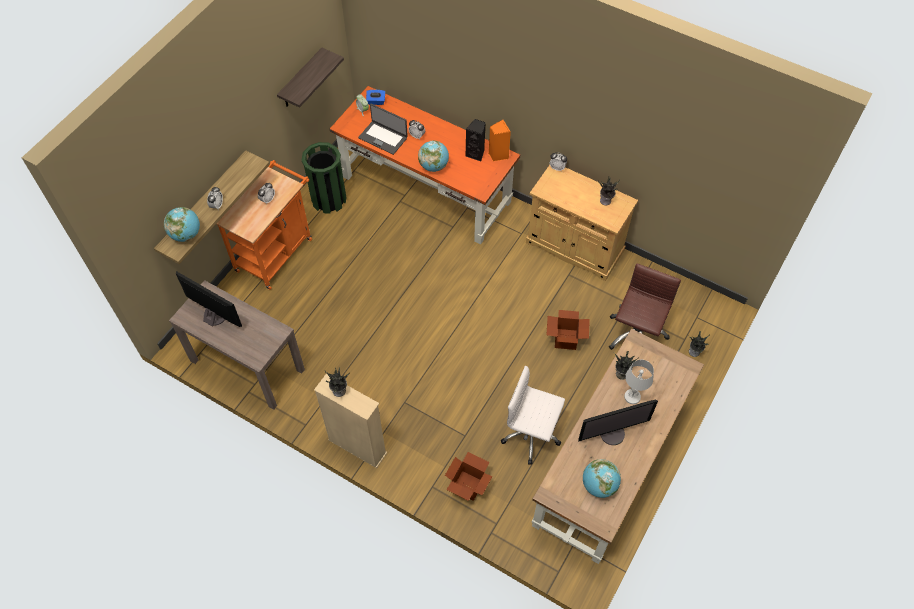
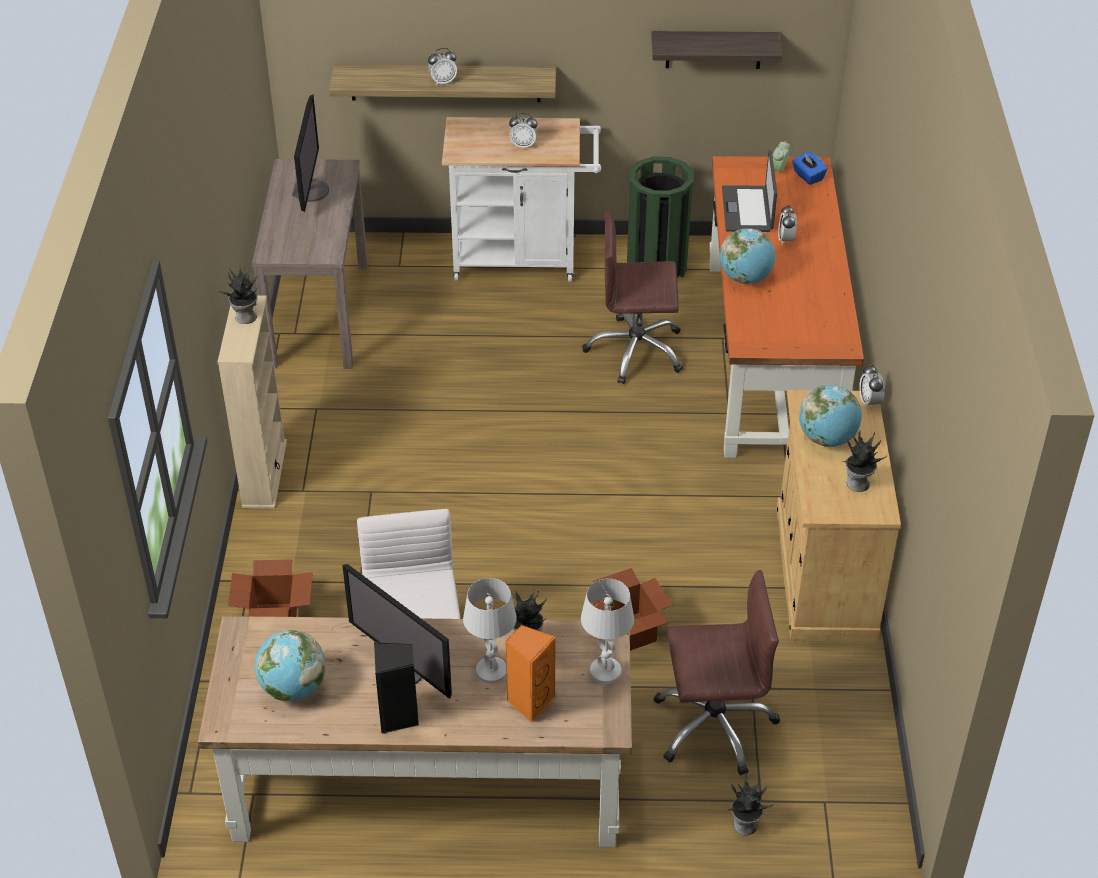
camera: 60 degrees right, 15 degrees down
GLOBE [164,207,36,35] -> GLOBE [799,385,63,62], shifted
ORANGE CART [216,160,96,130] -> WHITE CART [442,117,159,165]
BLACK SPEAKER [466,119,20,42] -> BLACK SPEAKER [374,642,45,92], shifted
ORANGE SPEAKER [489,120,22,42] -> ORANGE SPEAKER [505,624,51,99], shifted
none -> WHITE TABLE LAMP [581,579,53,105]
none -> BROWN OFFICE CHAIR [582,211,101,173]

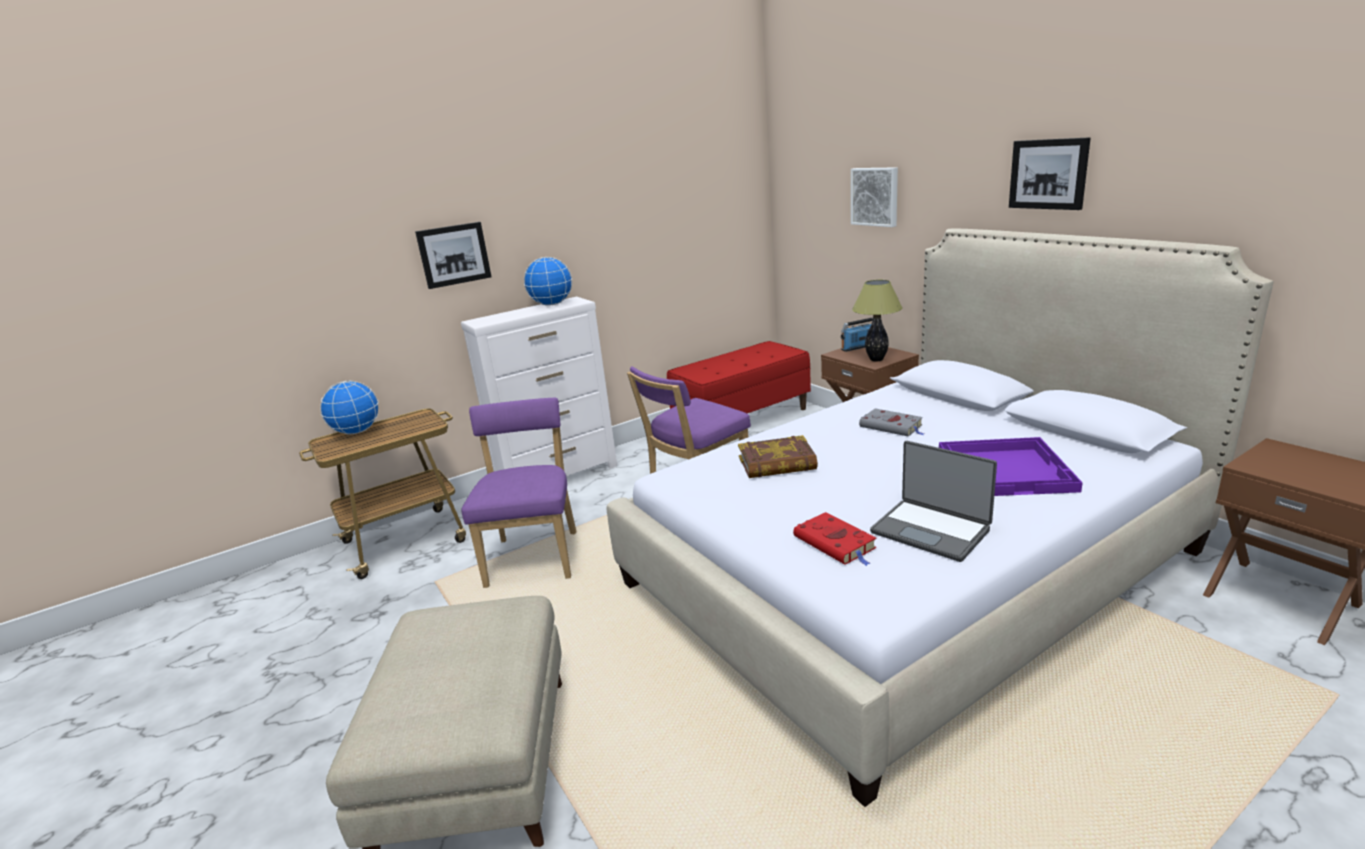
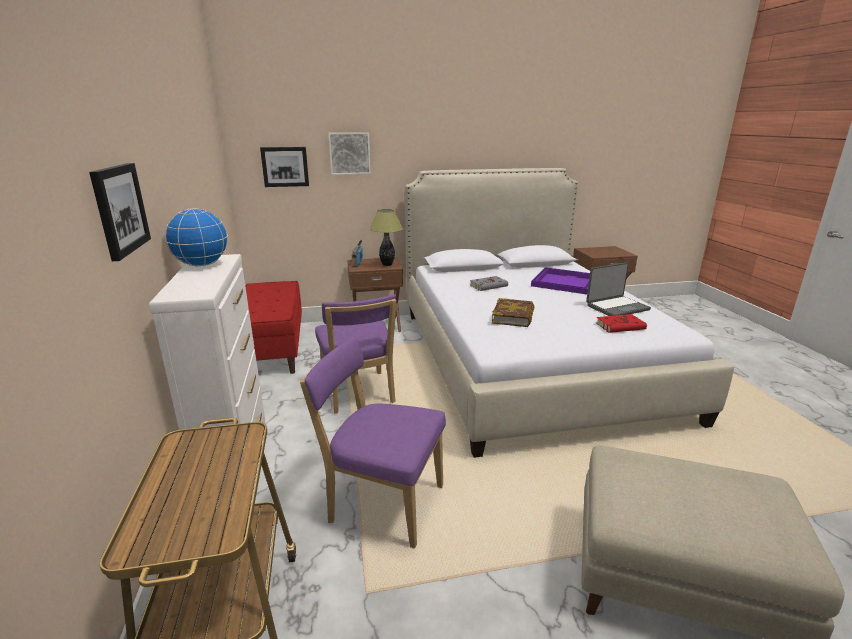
camera: 70 degrees left, 0 degrees up
GLOBE [320,380,59,55] -> none
PICTURE [1009,137,82,73] -> PICTURE [260,147,49,40], shifted

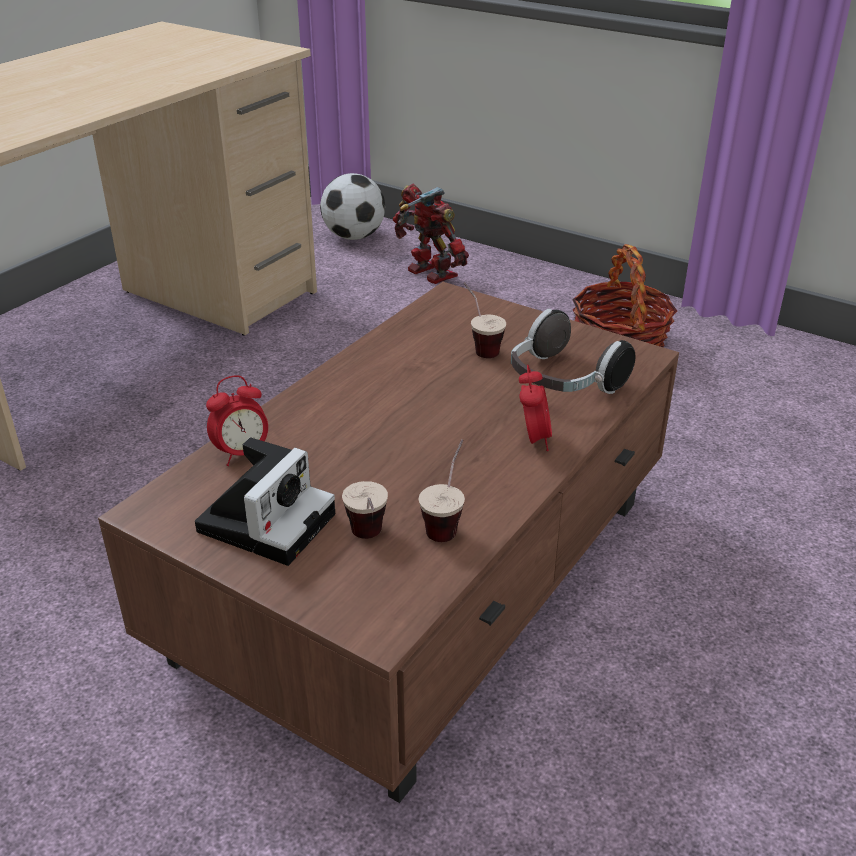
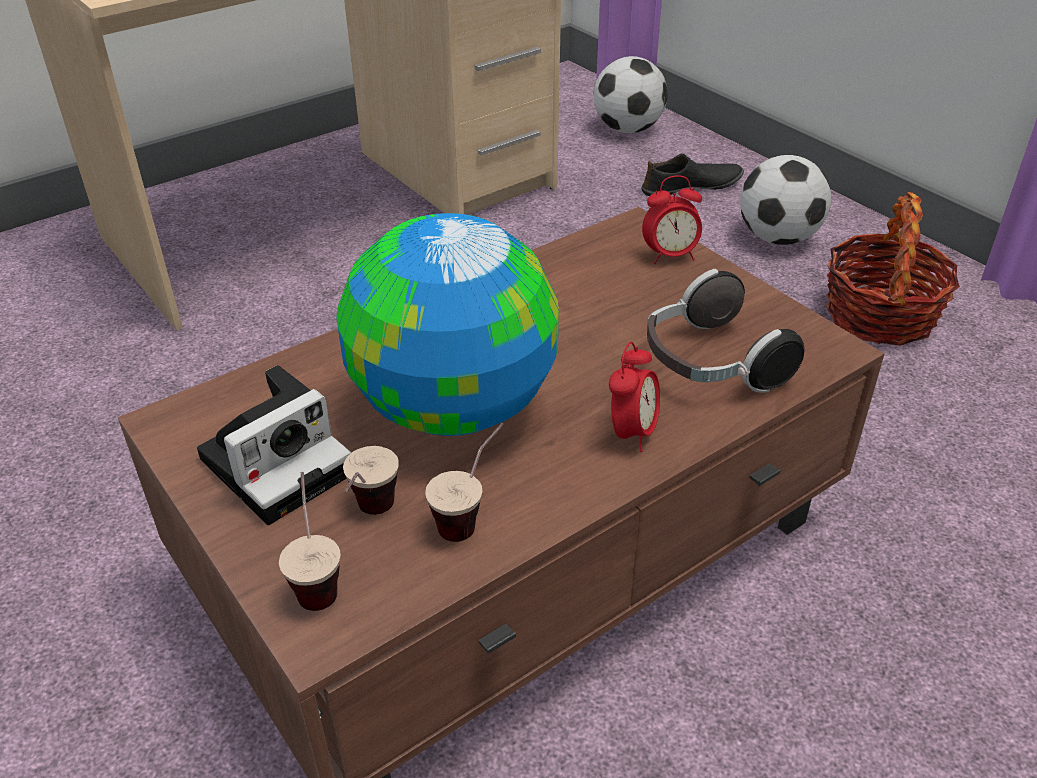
camera: 20 degrees right, 5 degrees up
ALARM CLOCK [206,375,62,91] -> ALARM CLOCK [642,175,60,89], shifted
TOY ROBOT [393,184,76,100] -> BLACK SHOE [641,153,103,43]
CUP [463,282,43,76] -> CUP [279,472,62,139], shifted
none -> GLOBE [336,213,223,223]
none -> FOOTBALL [740,155,91,90]

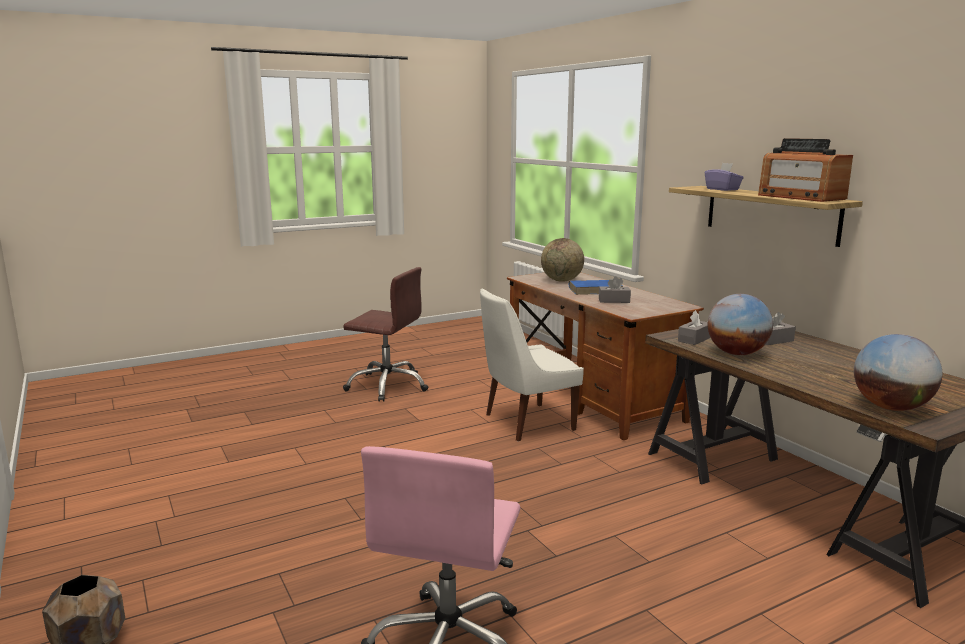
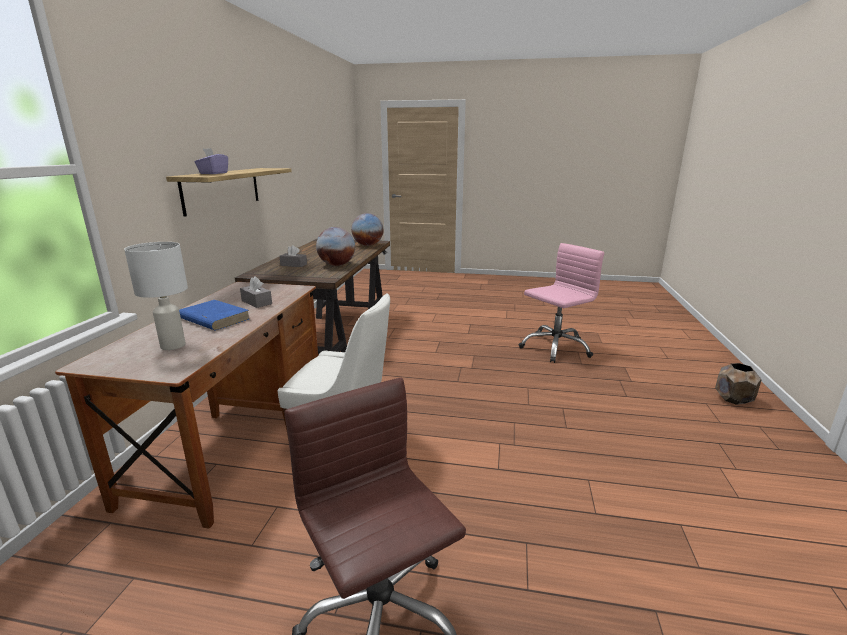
camera: 140 degrees left, 5 degrees up
GLOBE [541,238,43,44] -> WHITE TABLE LAMP [124,242,64,108]
GREY TISSUE BOX [678,310,33,35] -> none
RADIO [758,138,95,64] -> none

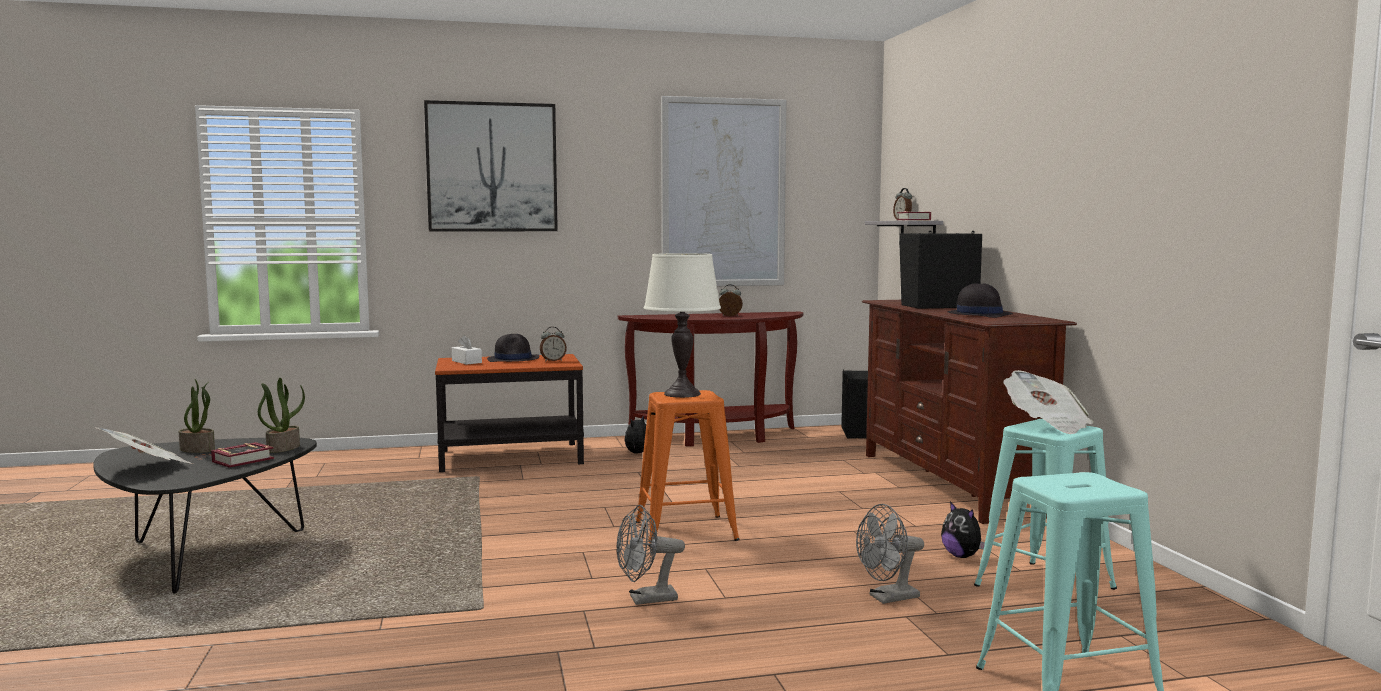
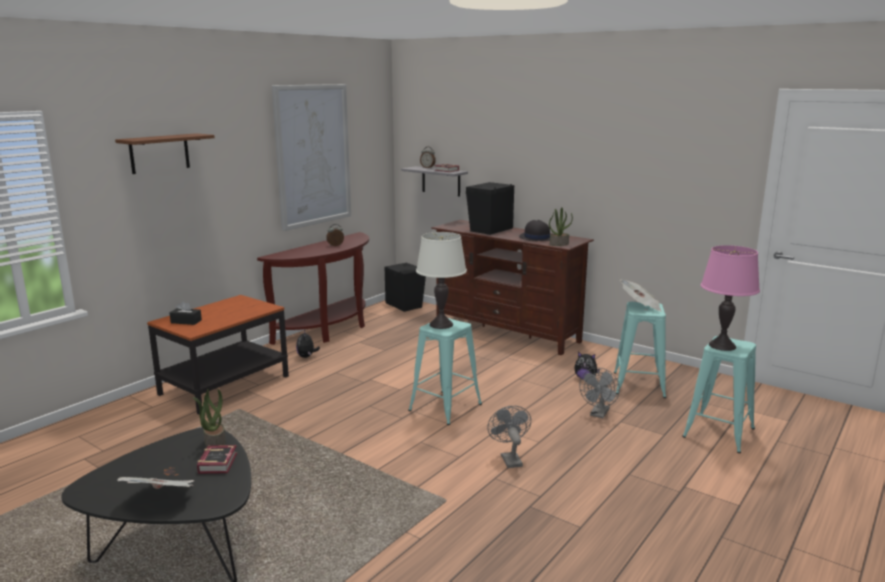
camera: 40 degrees left, 10 degrees up
POTTED PLANT [179,379,36,74] -> POTTED PLANT [549,207,24,39], shifted
PICTURE [424,100,134,132] -> BROWN SHELF [115,133,100,41]
WHITE TISSUE BOX [452,335,30,30] -> BLACK TISSUE BOX [170,301,32,24]
BLACK HAT [487,334,53,28] -> none
ALARM CLOCK [540,327,27,35] -> none
GREY FAN [616,505,69,100] -> GREY FAN [487,406,44,62], 135 degrees clockwise
ORANGE STOOL [636,390,103,157] -> TURQUOISE STOOL [408,318,74,107]
none -> PINK TABLE LAMP [701,245,59,106]

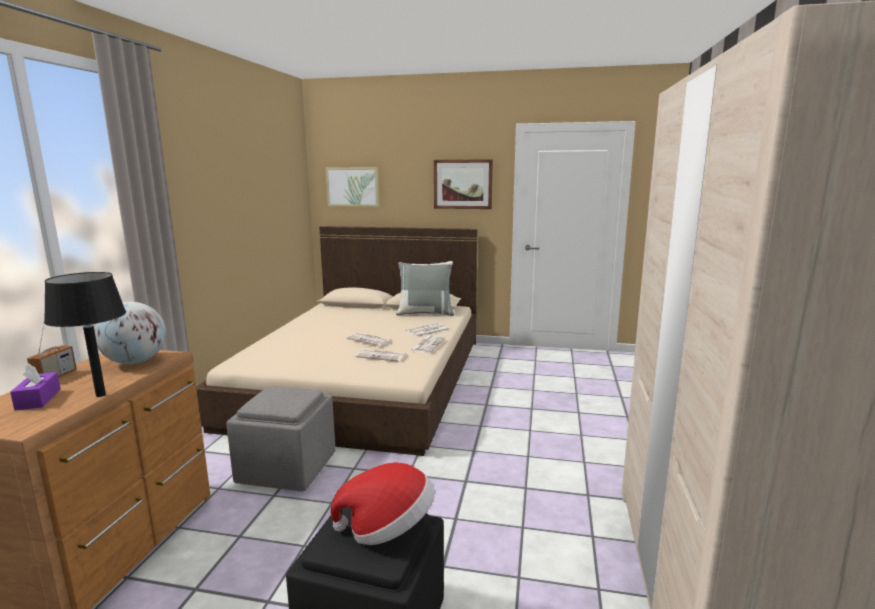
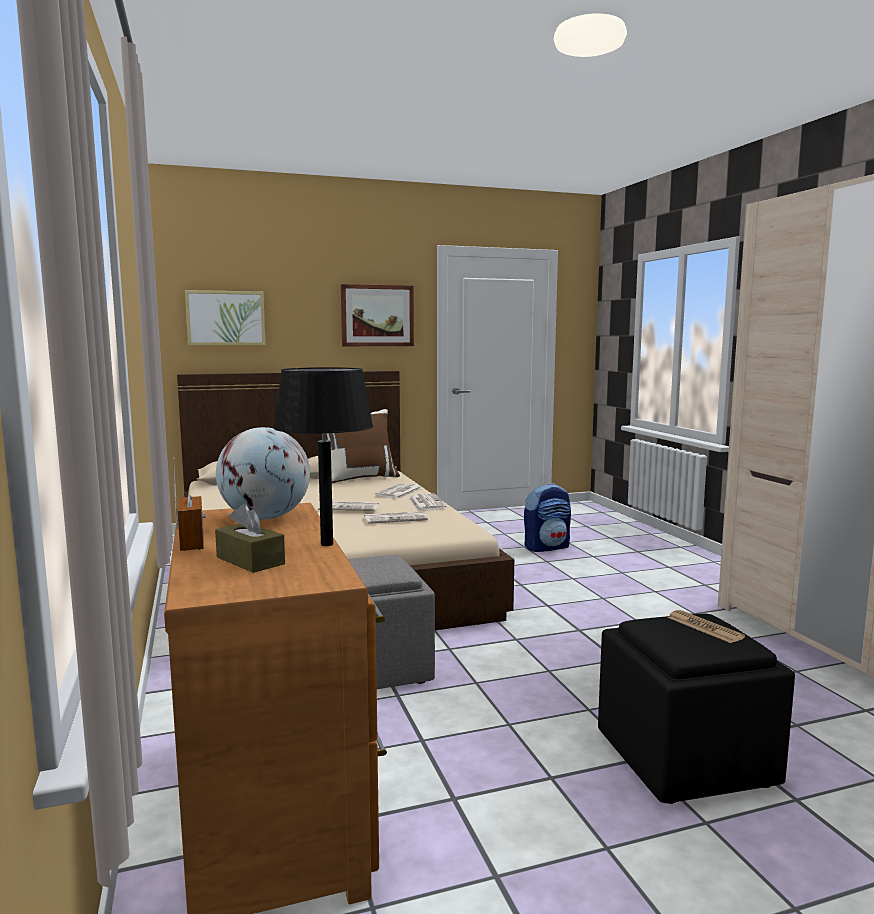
camera: 30 degrees left, 5 degrees down
PURPLE TISSUE BOX [10,364,51,47] -> BROWN TISSUE BOX [215,504,70,69]
HAT [331,462,104,83] -> NEWSPAPER [668,610,77,33]
GREY PILLOW [396,261,59,55] -> BROWN PILLOW [327,409,73,74]
none -> BACKPACK [524,484,47,68]

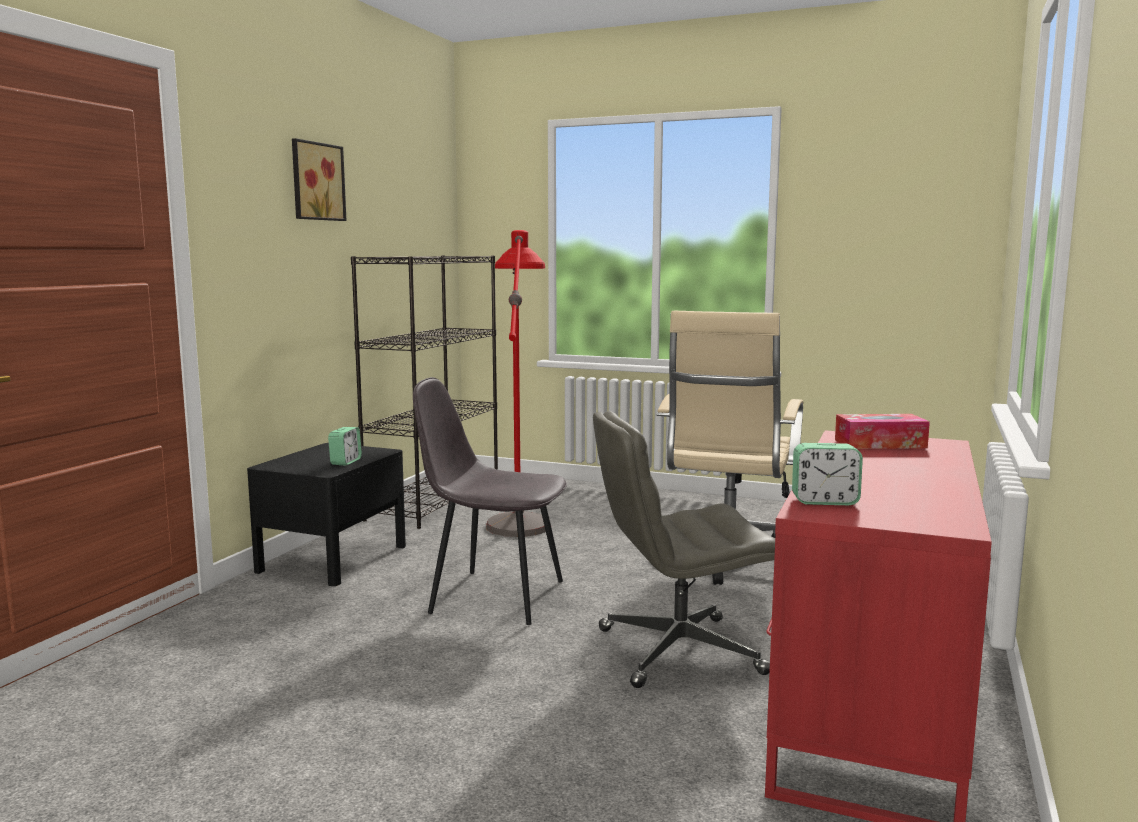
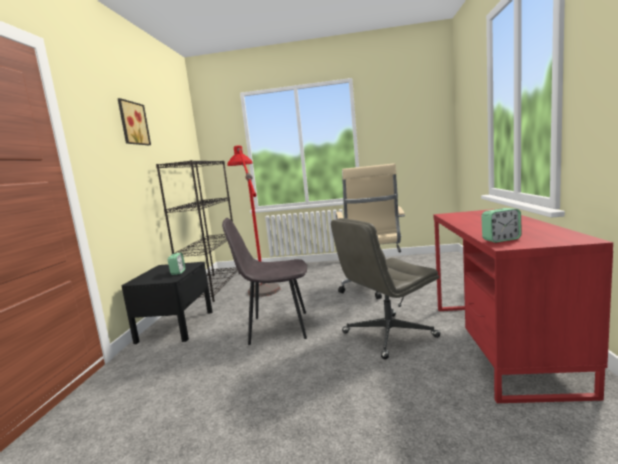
camera: 15 degrees left, 0 degrees up
TISSUE BOX [835,414,95,35] -> none

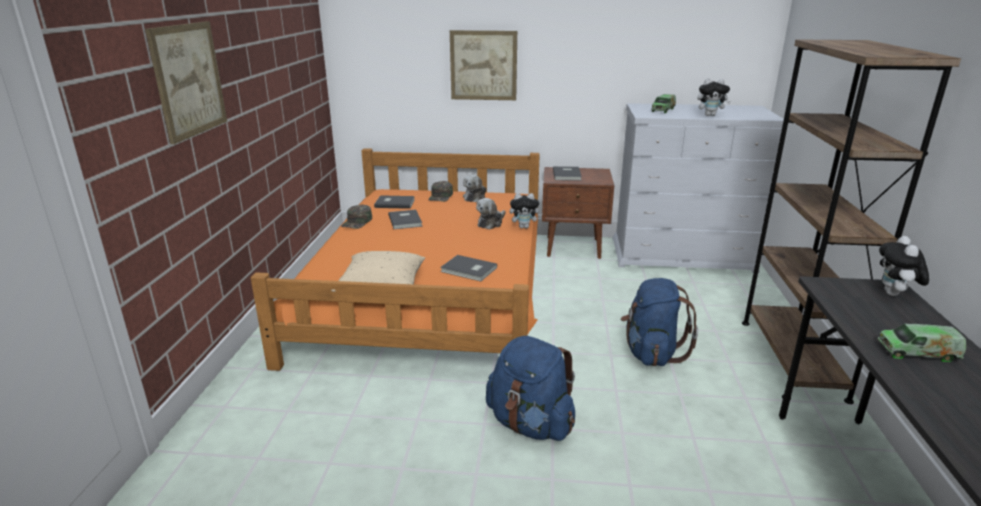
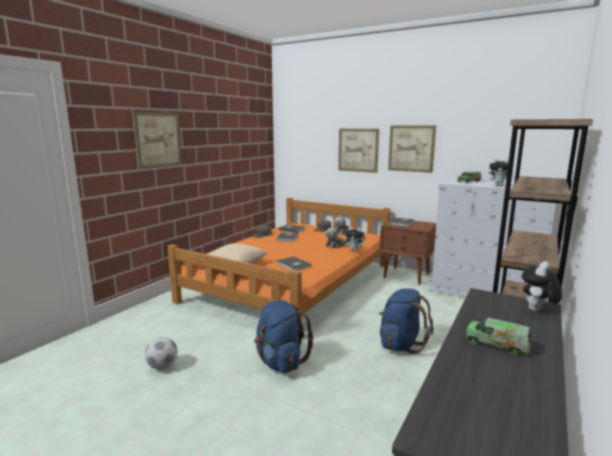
camera: 25 degrees right, 10 degrees down
none -> FOOTBALL [145,337,33,33]
none -> PICTURE [388,125,48,48]

